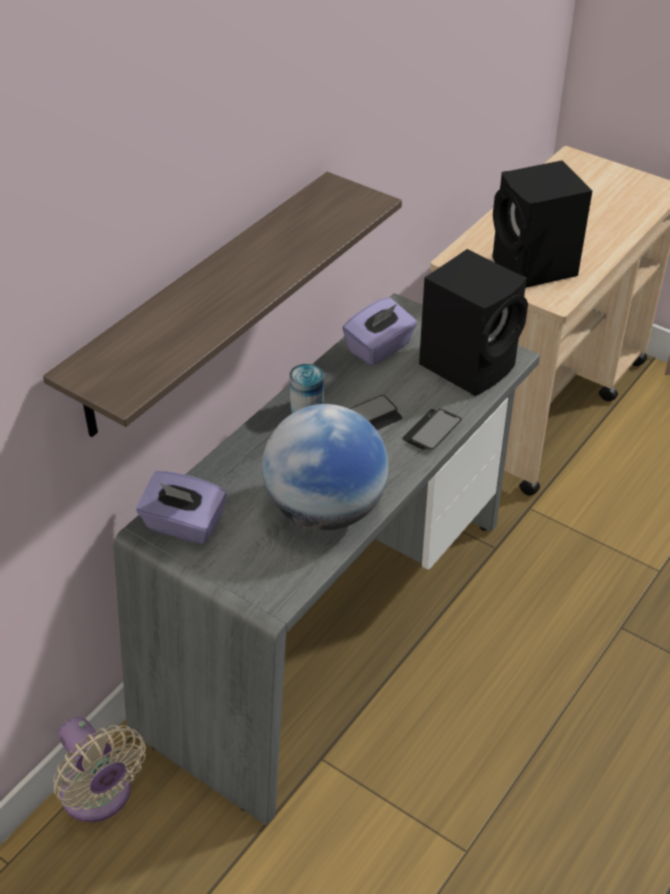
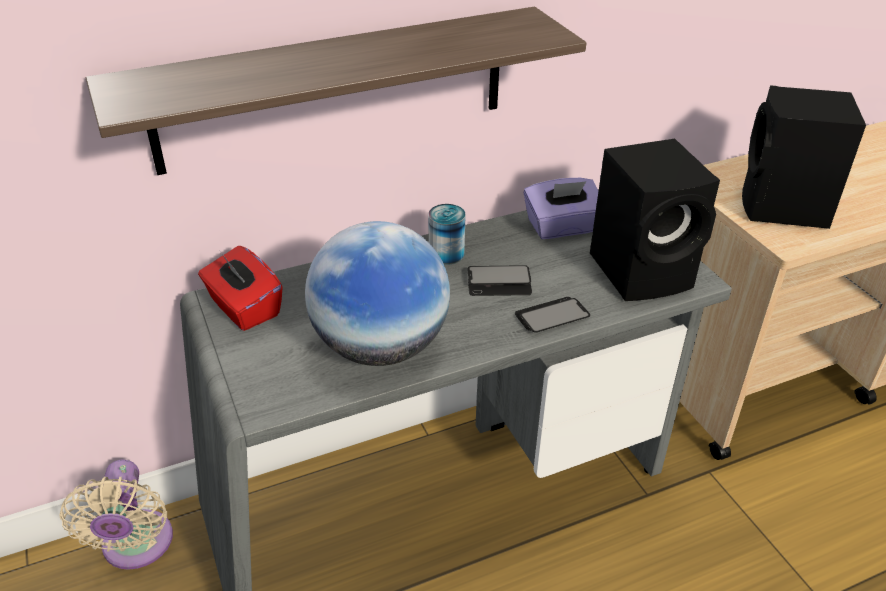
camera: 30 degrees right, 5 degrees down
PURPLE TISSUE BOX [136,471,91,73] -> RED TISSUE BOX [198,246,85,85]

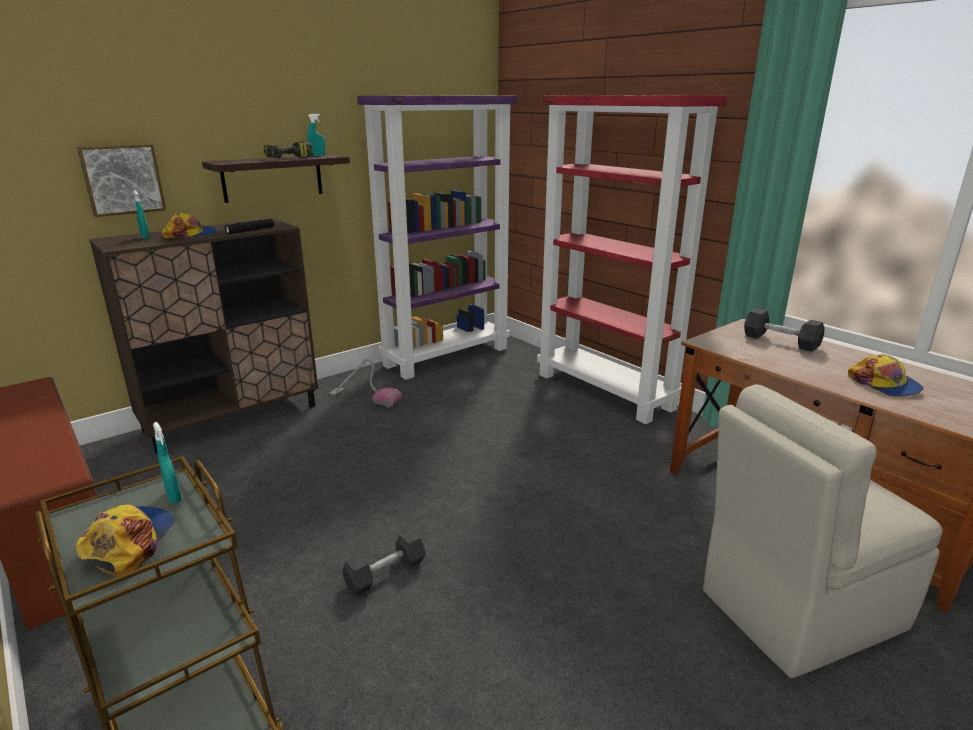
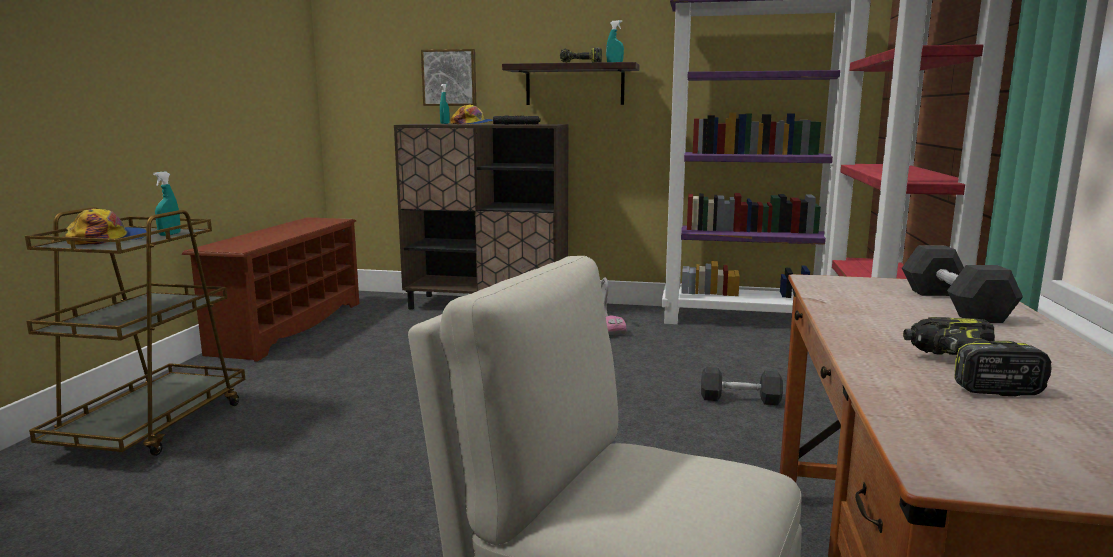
camera: 50 degrees right, 10 degrees down
GREY DUMBBELL [342,530,84,66] -> GREY DUMBBELL [701,367,82,38], shifted
CAP [848,354,76,43] -> POWER DRILL [903,317,149,79]

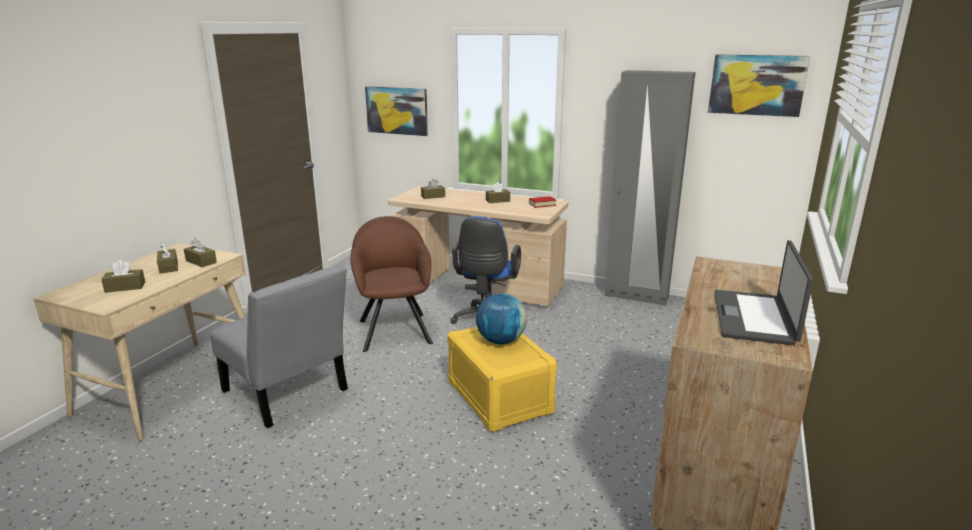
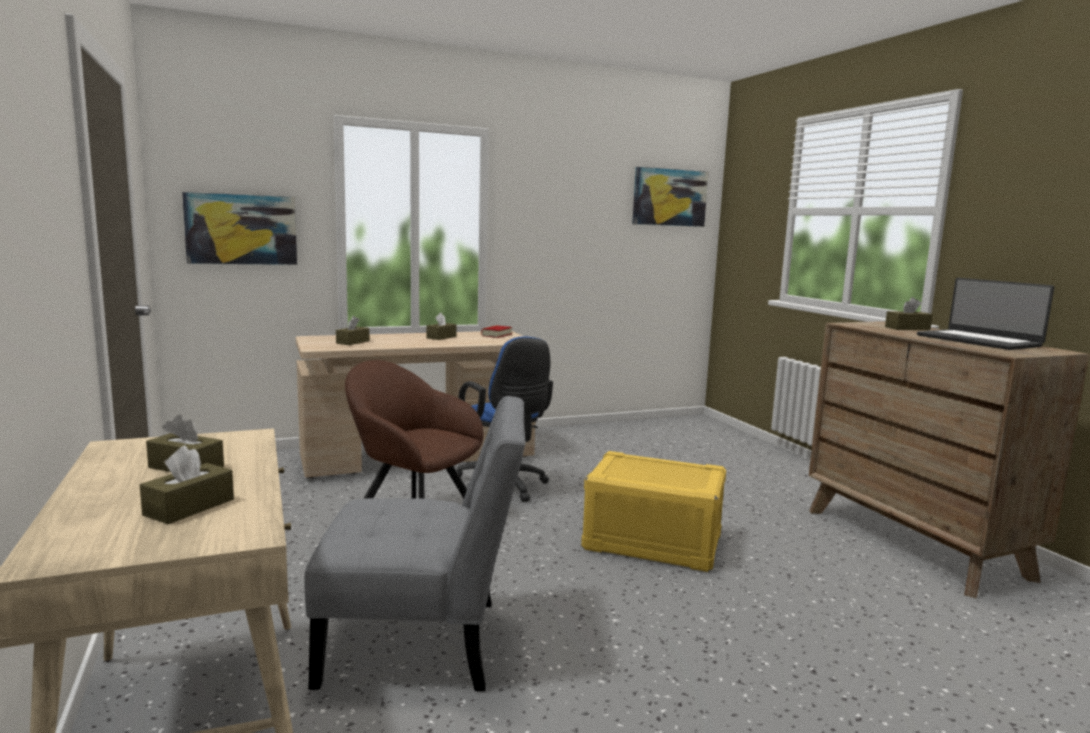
camera: 45 degrees left, 10 degrees down
BROWN TISSUE BOX [184,238,33,29] -> BROWN TISSUE BOX [885,297,48,33], shifted
GLOBE [476,293,51,51] -> none
GREY WARDROBE [604,70,91,236] -> none

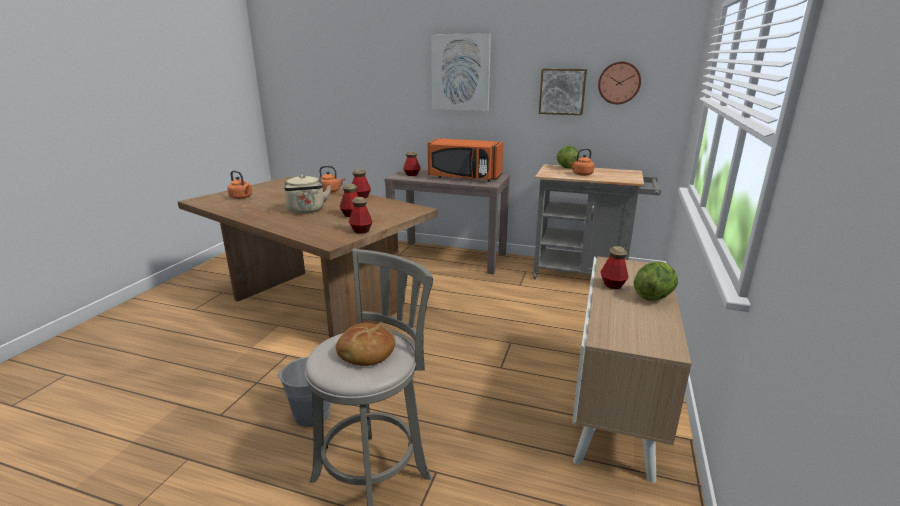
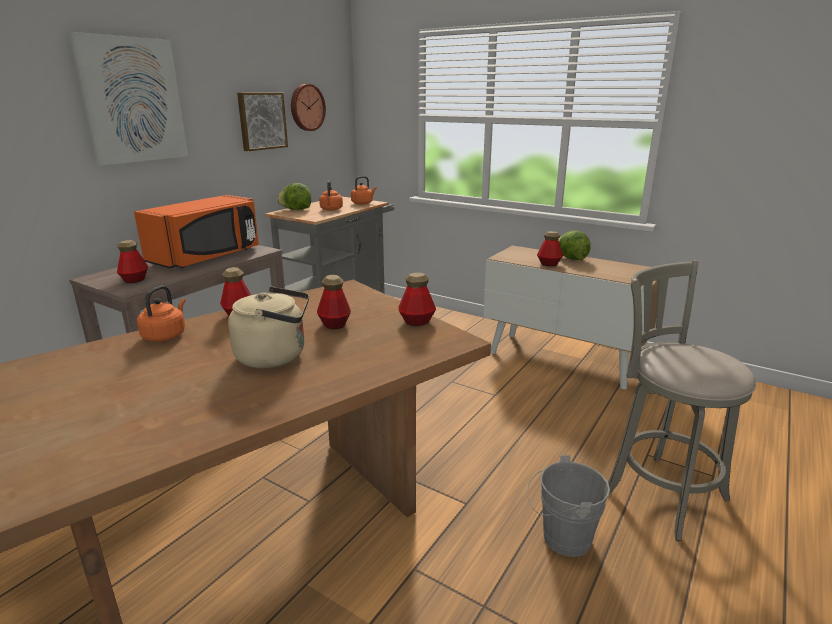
camera: 75 degrees left, 0 degrees up
ORANGE KETTLE [227,171,25,28] -> ORANGE KETTLE [351,176,25,29], shifted
BREAD [336,323,59,43] -> none

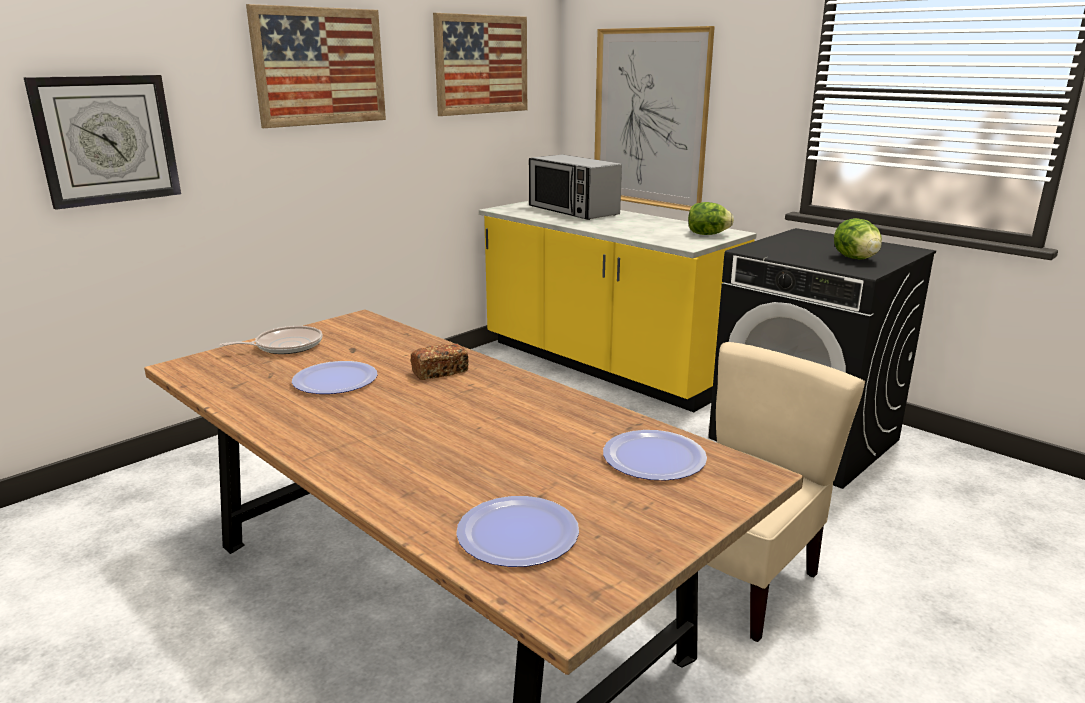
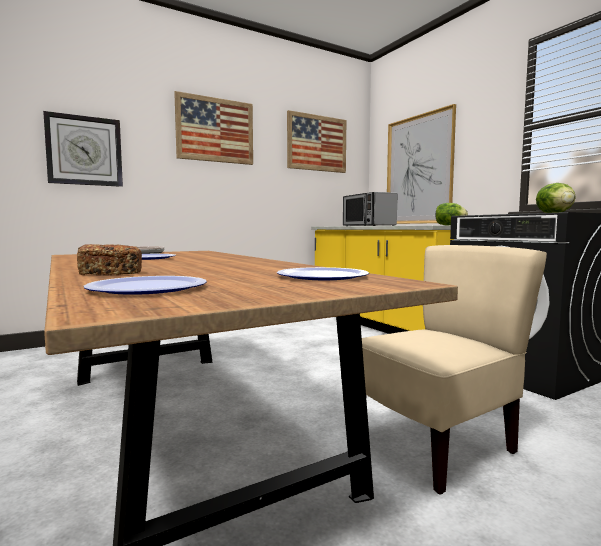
camera: 15 degrees right, 15 degrees down
BREAD [411,344,58,36] -> BREAD [77,244,65,31], shifted

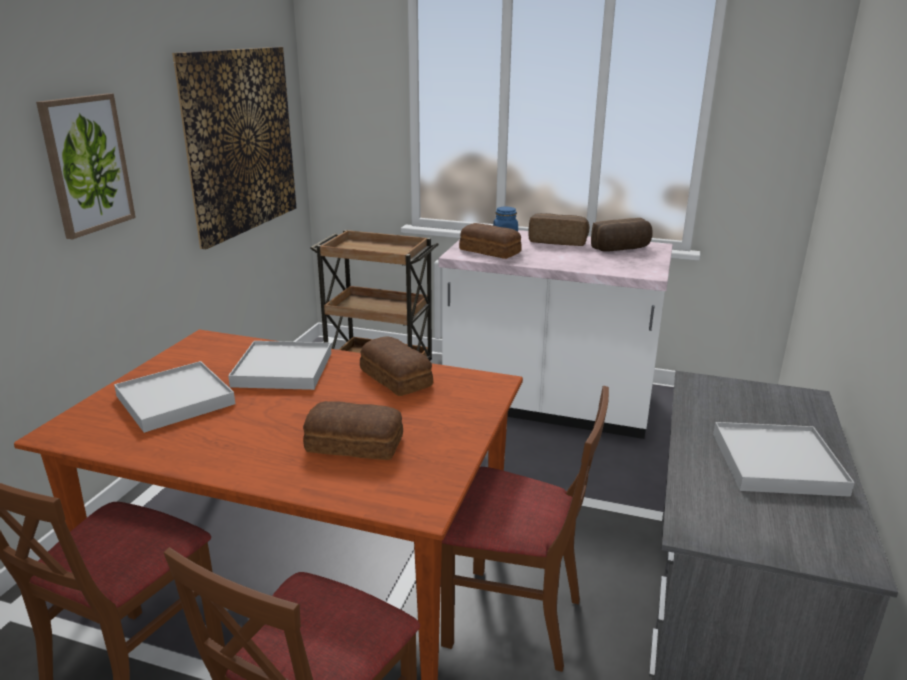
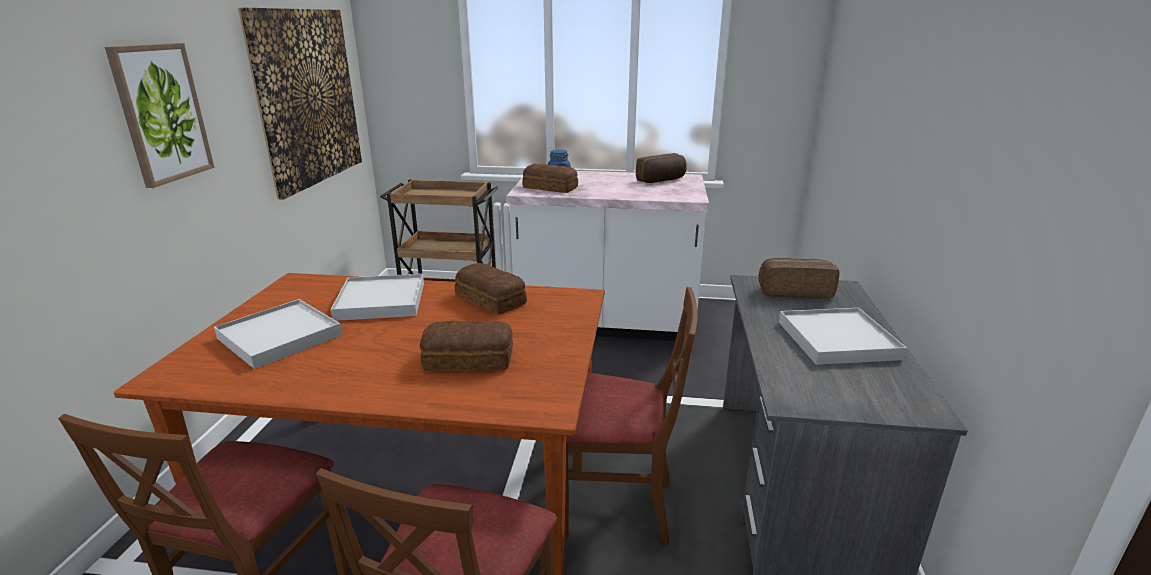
camera: 10 degrees left, 0 degrees up
BREAD [528,213,61,33] -> BREAD [759,258,80,40], shifted

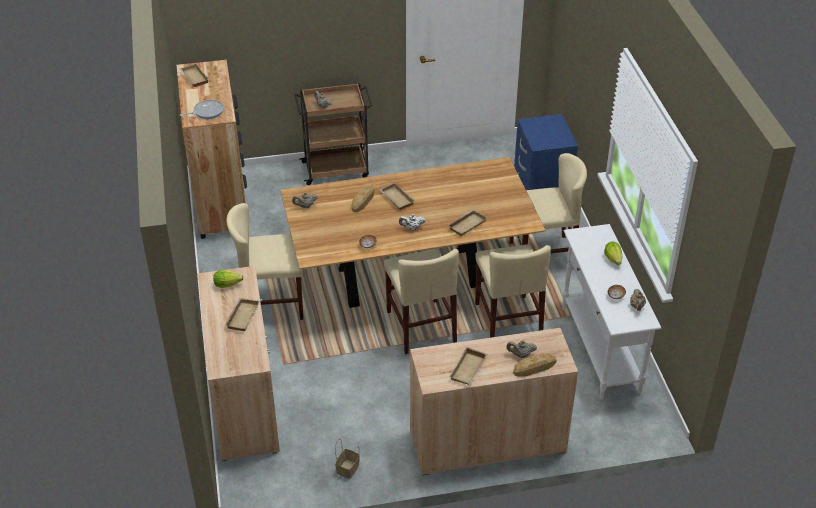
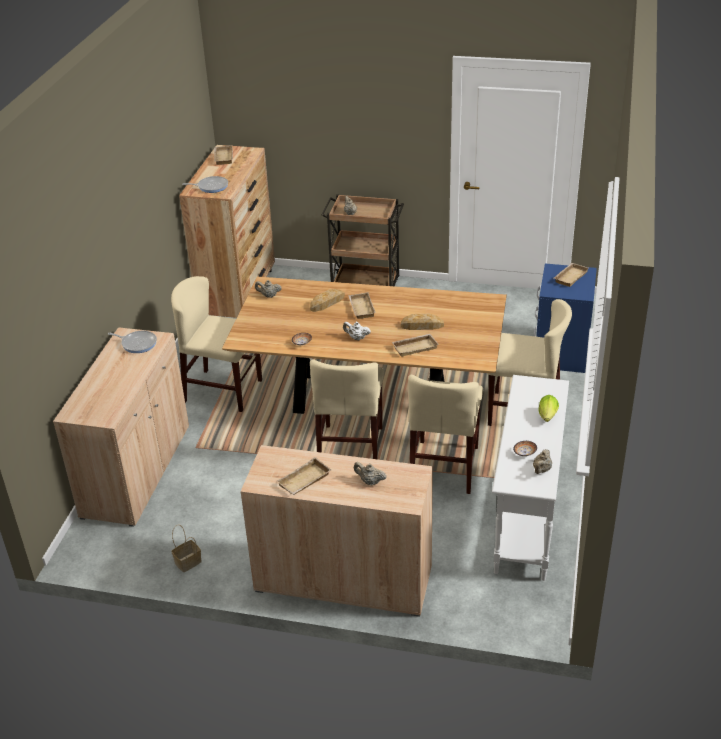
camera: 25 degrees right, 5 degrees down
LETTUCE [213,270,30,18] -> FRYING PAN [108,331,49,22]
BEIGE TRAY [225,298,34,33] -> BEIGE TRAY [554,263,35,24], shifted
BREAD [513,353,44,24] -> BREAD [401,314,43,16], shifted

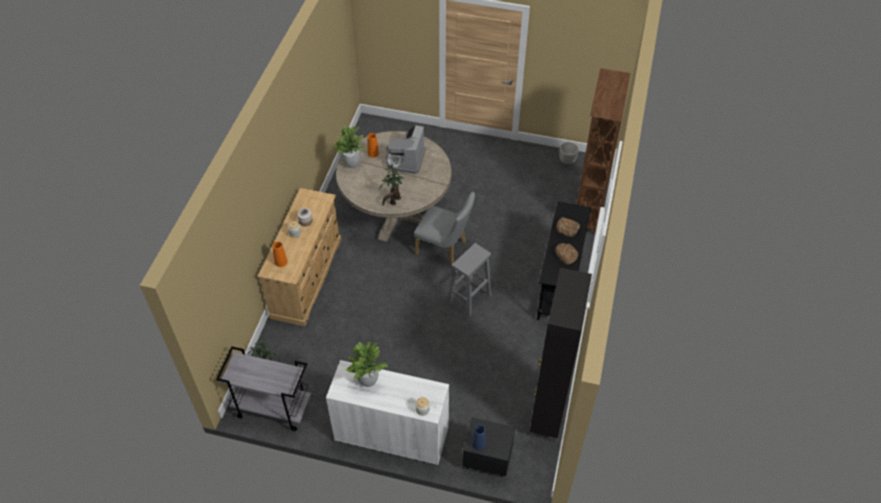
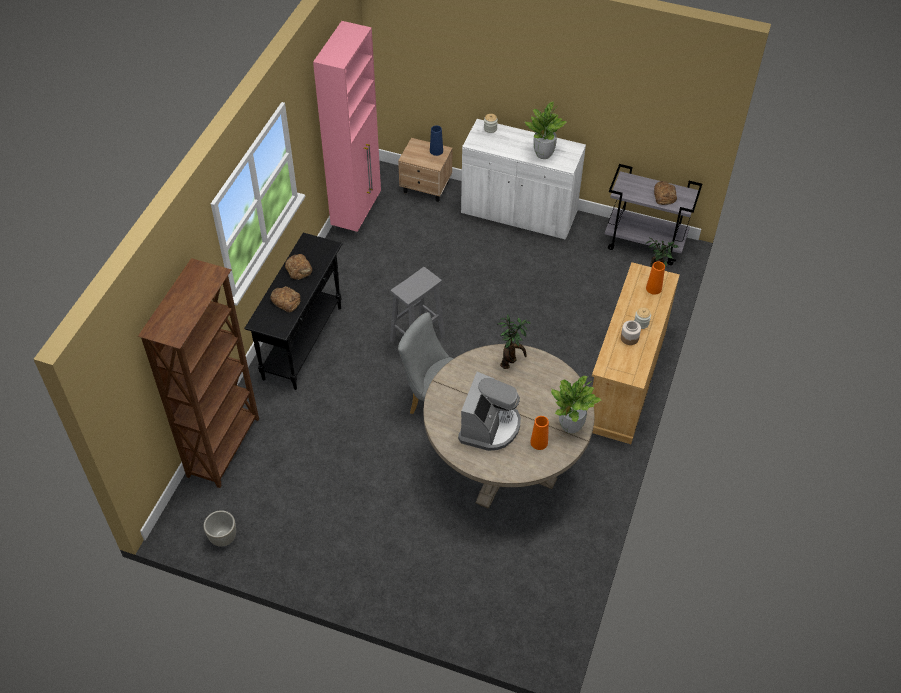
camera: 175 degrees left, 0 degrees up
BLACK NIGHTSTAND [462,417,54,60] -> BEIGE NIGHTSTAND [398,138,55,64]
BLACK CABINET [530,268,62,175] -> PINK CABINET [313,21,68,219]
none -> BREAD [654,181,23,24]

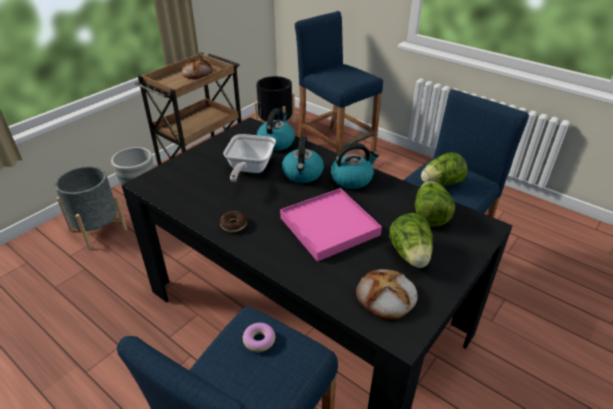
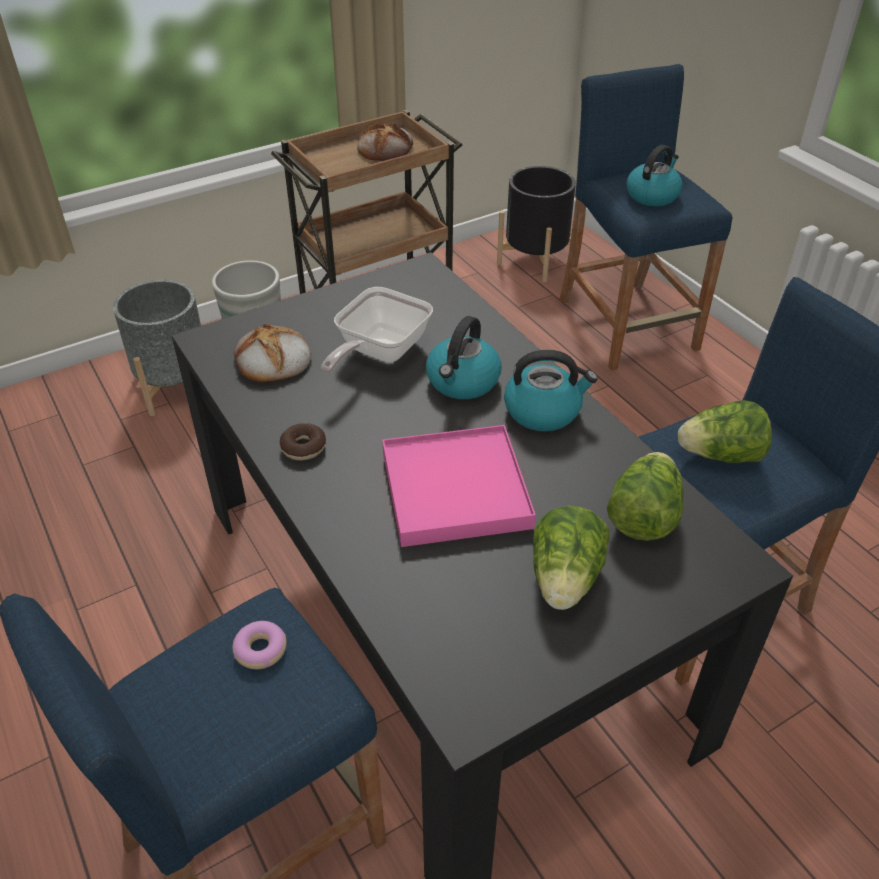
camera: 20 degrees right, 5 degrees up
KETTLE [257,108,38,43] -> KETTLE [627,145,56,61], shifted
BREAD [356,269,62,51] -> BREAD [234,324,77,58], shifted

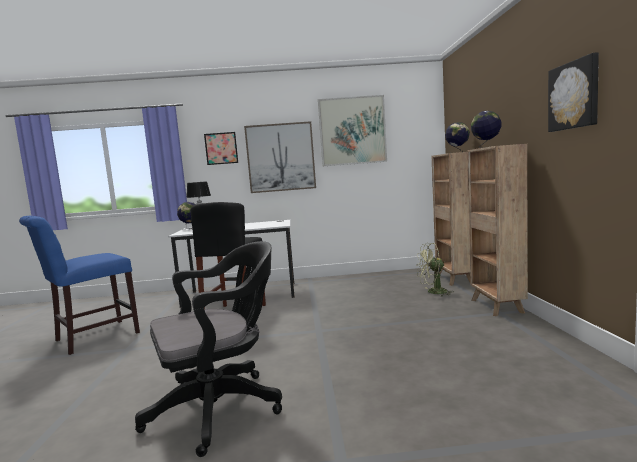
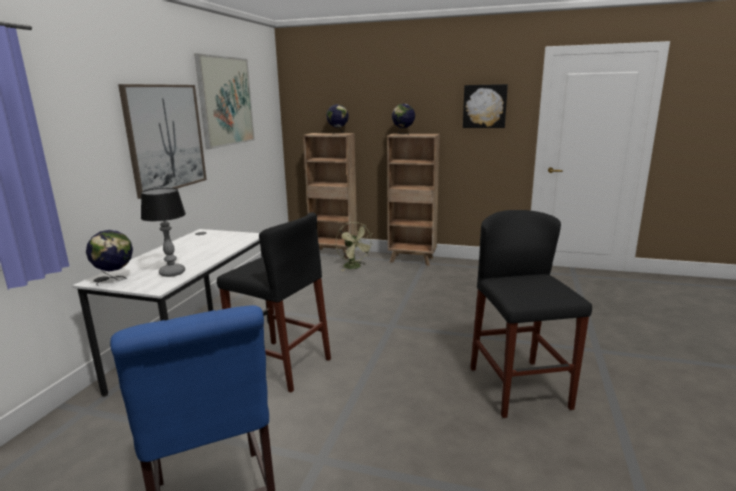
camera: 70 degrees left, 10 degrees up
BLACK OFFICE CHAIR [135,241,147,216] -> BLACK STOOL [470,210,122,208]
PICTURE [204,132,34,33] -> none
GREEN FAN [416,243,36,54] -> GREEN FAN [336,222,38,49], 45 degrees counterclockwise

